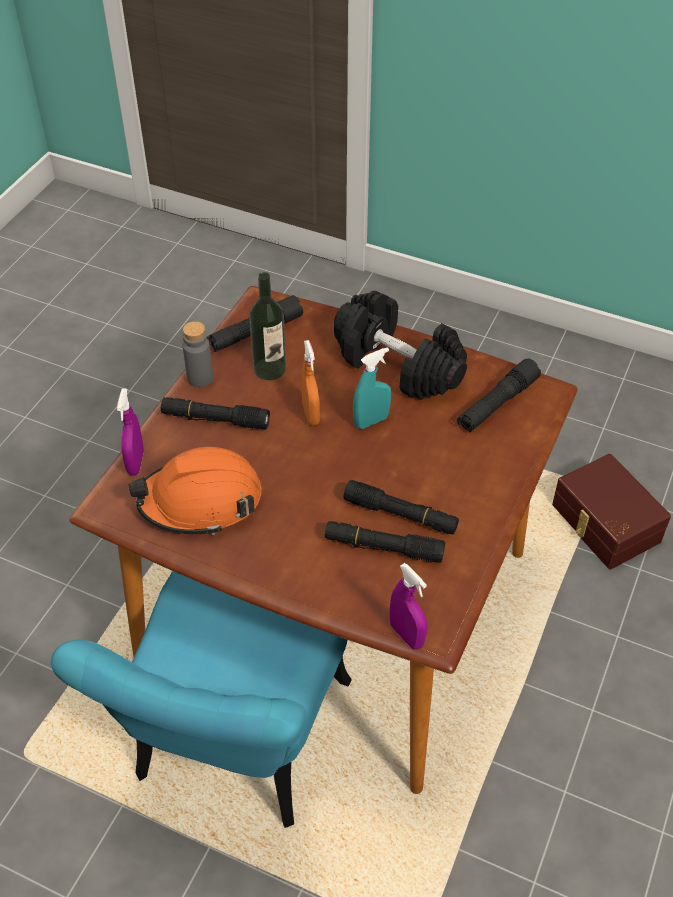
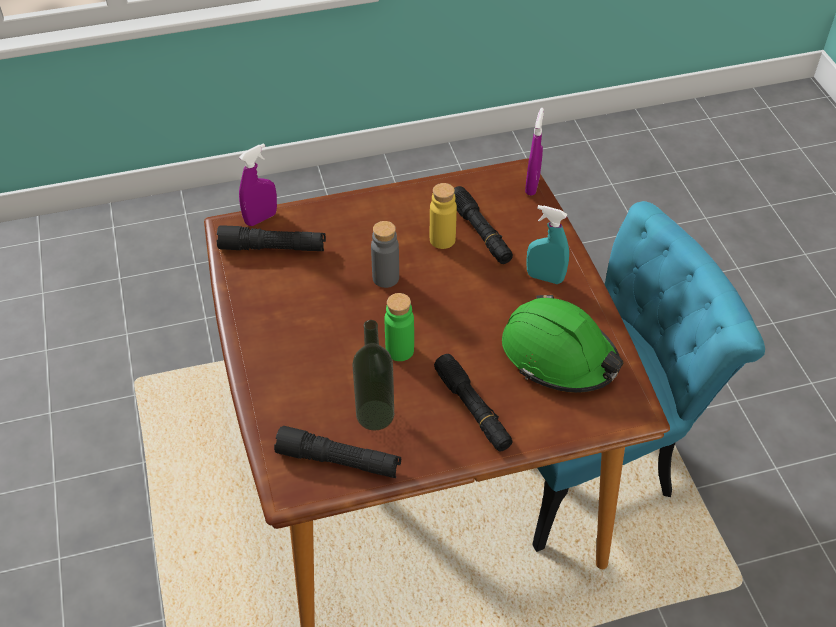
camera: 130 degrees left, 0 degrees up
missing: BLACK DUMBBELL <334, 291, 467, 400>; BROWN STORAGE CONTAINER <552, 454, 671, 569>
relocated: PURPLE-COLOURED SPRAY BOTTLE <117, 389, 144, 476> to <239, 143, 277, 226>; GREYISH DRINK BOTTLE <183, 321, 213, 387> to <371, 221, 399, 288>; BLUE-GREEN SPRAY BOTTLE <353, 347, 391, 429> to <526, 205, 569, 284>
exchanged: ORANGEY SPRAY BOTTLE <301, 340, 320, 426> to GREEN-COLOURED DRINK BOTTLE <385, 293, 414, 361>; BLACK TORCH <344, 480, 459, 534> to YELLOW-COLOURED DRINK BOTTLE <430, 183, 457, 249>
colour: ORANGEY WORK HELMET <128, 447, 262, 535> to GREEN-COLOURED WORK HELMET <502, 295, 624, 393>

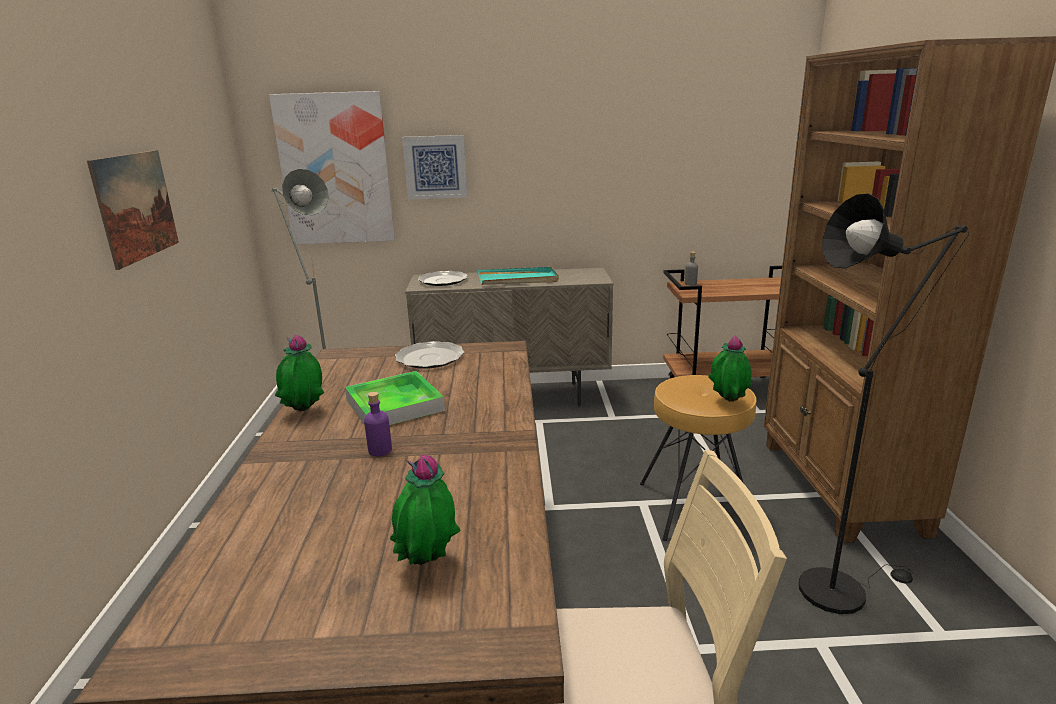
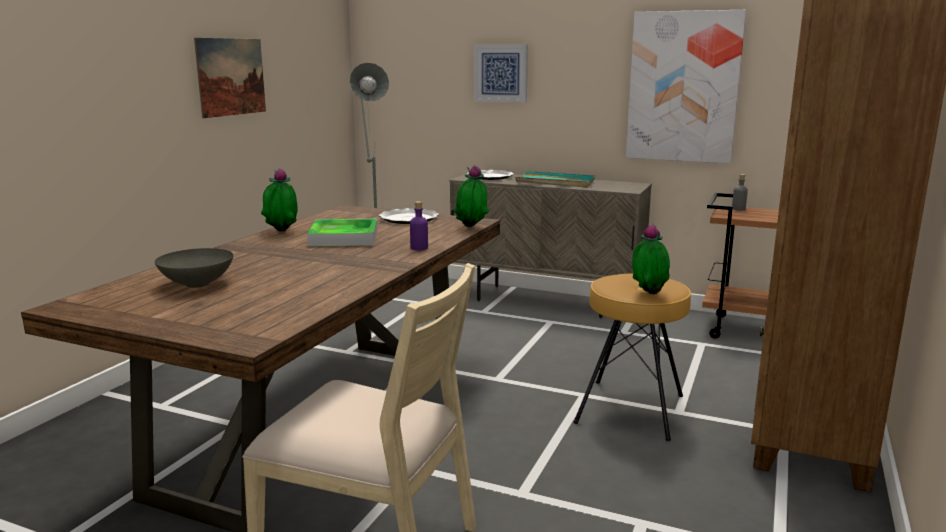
camera: 25 degrees right, 5 degrees down
missing: BLACK STANDARD LAMP <799, 193, 969, 614>
appeared: GREYISH SERVING BOWL <155, 248, 233, 288>
relocated: PICTURE <269, 91, 395, 245> to <626, 10, 746, 164>; PURPLE-COLOURED DRINK BOTTLE <364, 392, 392, 456> to <410, 201, 428, 250>; POTTED PLANT <390, 455, 460, 565> to <454, 165, 489, 227>

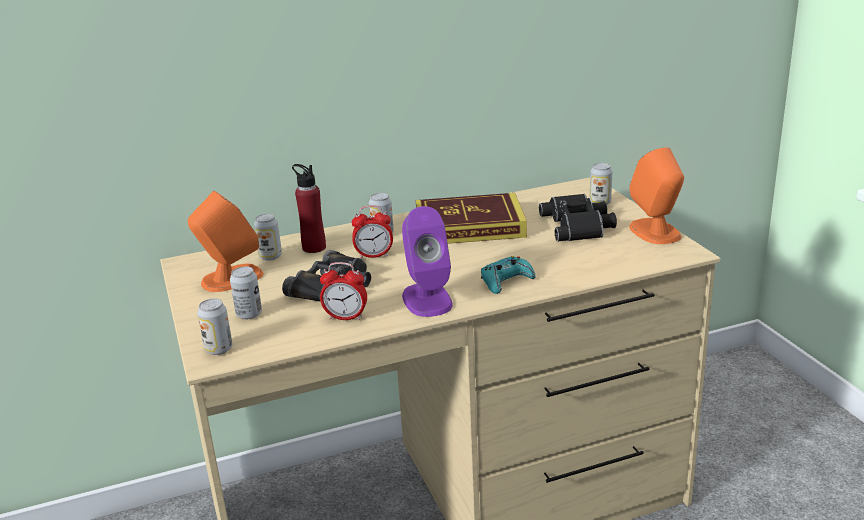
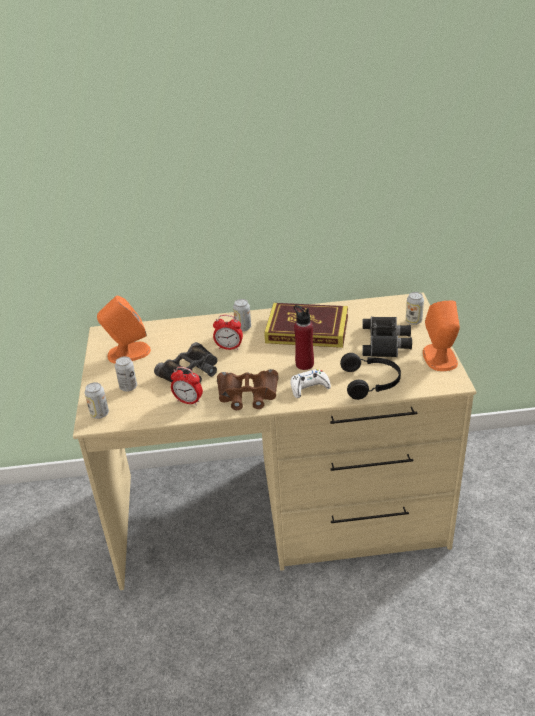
camera: 15 degrees right, 10 degrees up
missing: METAL CAN <254, 214, 282, 261>
appeared: BLACK PAIR OF HEADPHONES <340, 353, 401, 400>
relocated: REDDISH DRINK BOTTLE <292, 164, 326, 253> to <294, 305, 314, 370>
exchanged: PURPLE-COLOURED SPEAKER <402, 206, 453, 317> to BROWN BINOCULARS <217, 369, 278, 410>
colour: BLUE-GREEN GAMEPAD <481, 256, 536, 294> to WHITE-COLOURED GAMEPAD <290, 369, 331, 398>

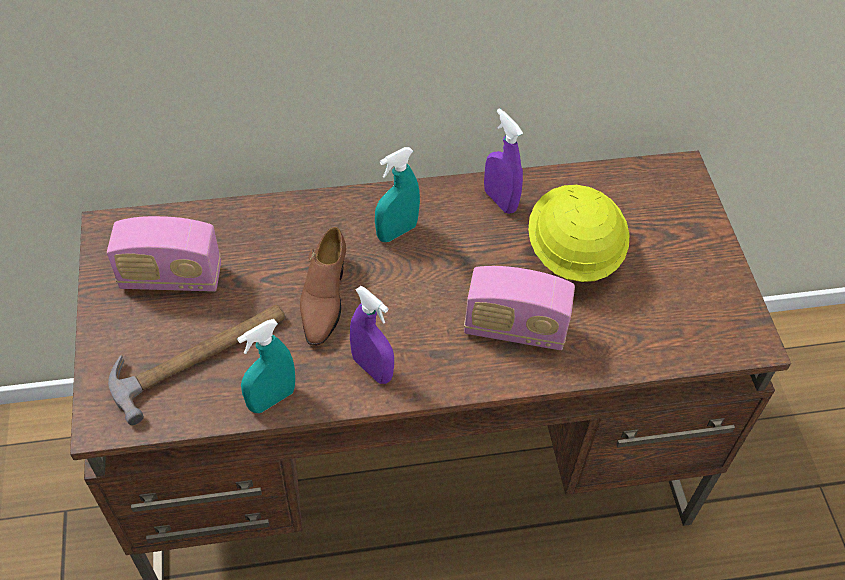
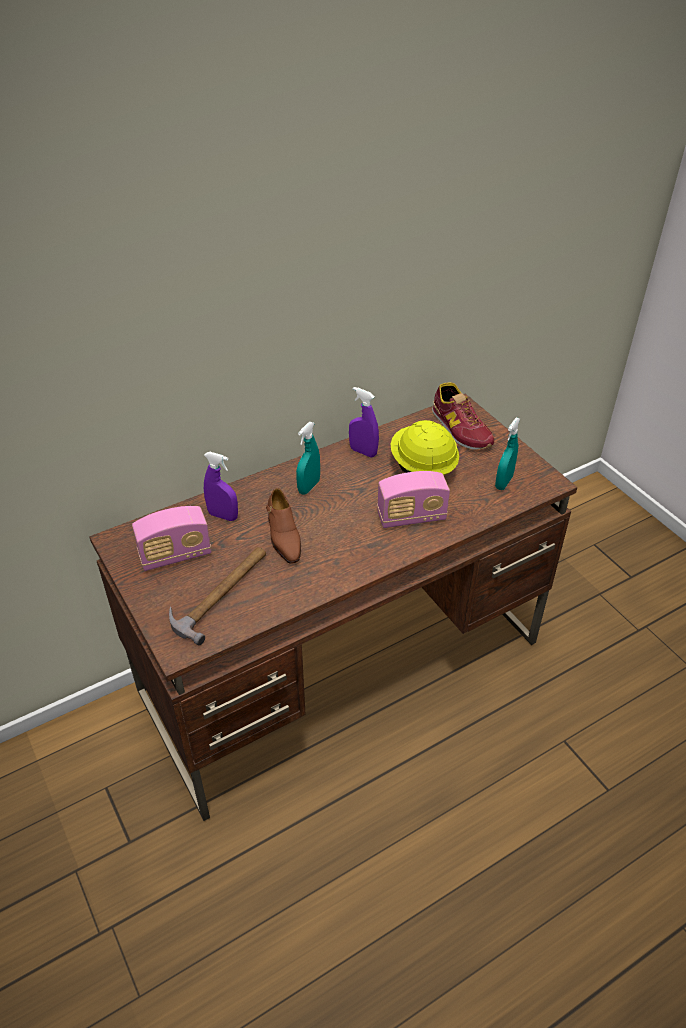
camera: 20 degrees left, 10 degrees down
appeared: SHOE <432, 382, 494, 450>
relocated: BLUE-GREEN SPRAY BOTTLE <237, 319, 295, 413> to <495, 417, 520, 490>; PURPLE-COLOURED SPRAY BOTTLE <350, 286, 394, 384> to <204, 452, 238, 521>

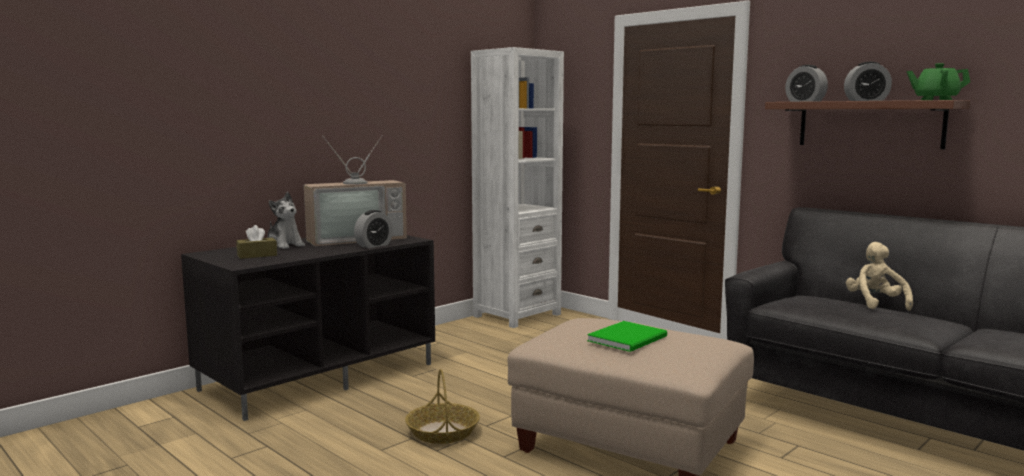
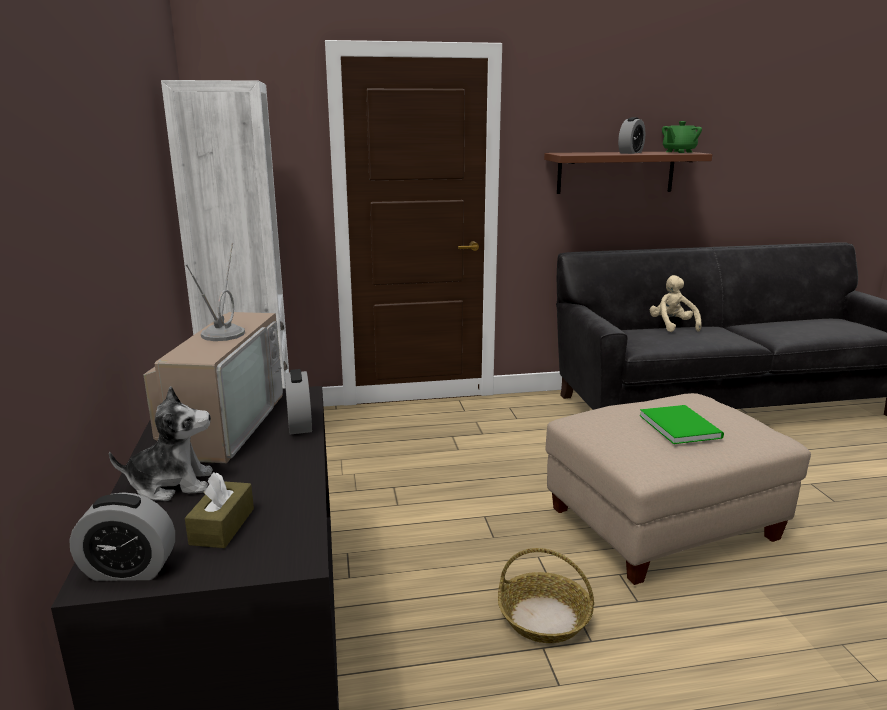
camera: 55 degrees left, 10 degrees up
relocated: TABLE CLOCK <785, 65, 828, 102> to <69, 492, 175, 581>
spun: SAND-COLOURED PLUSH TOY <846, 242, 913, 311> = <650, 275, 702, 332> 45 degrees clockwise

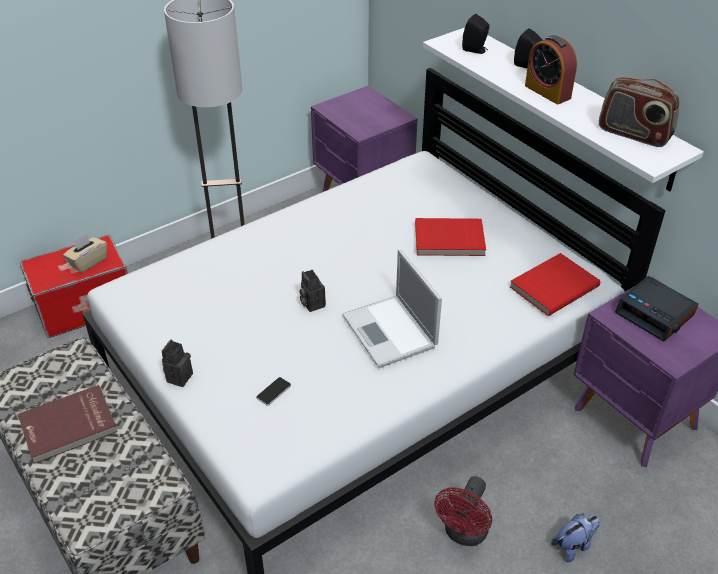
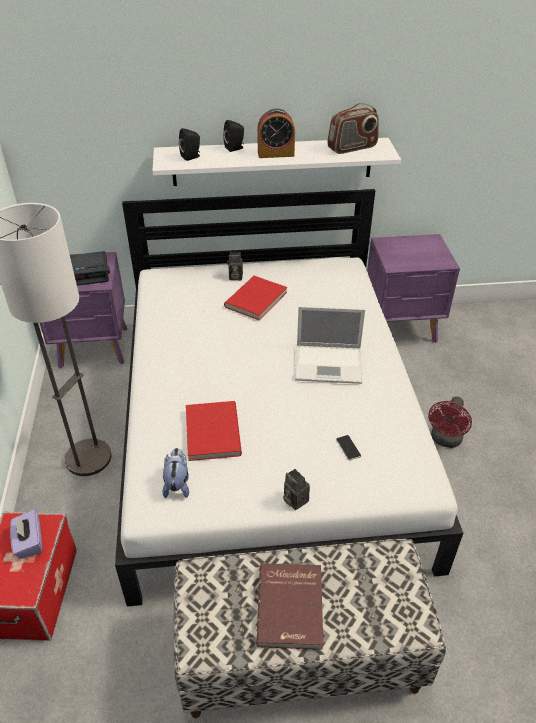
camera: 60 degrees left, 0 degrees up
relocated: PHOTO CAMERA <299, 270, 326, 312> to <227, 252, 243, 280>; REDDISH BOUND BOOK <510, 253, 600, 316> to <186, 401, 242, 461>; PLUSH TOY <551, 514, 600, 562> to <162, 448, 189, 498>; TABLE CLOCK <615, 276, 698, 342> to <70, 251, 110, 286>
colour: SAND-COLOURED BOX OF TISSUES <63, 234, 107, 273> to PURPLE-COLOURED BOX OF TISSUES <10, 509, 42, 559>
spun: REDDISH ELECTRIC FAN <434, 476, 492, 546> = <428, 396, 472, 448> 60 degrees clockwise

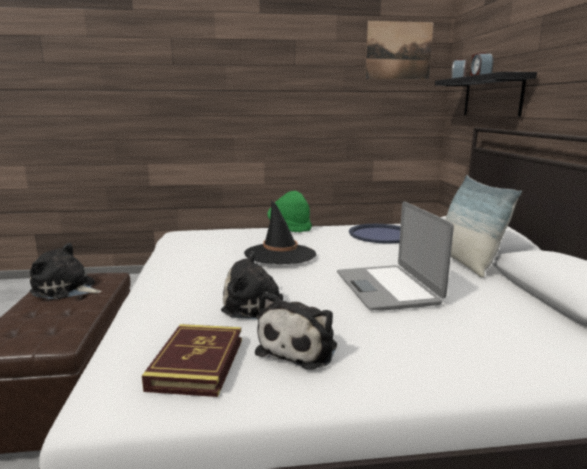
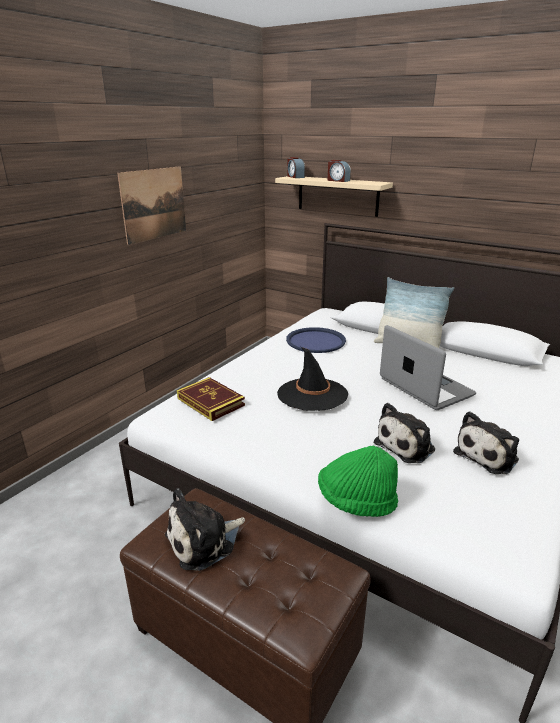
camera: 50 degrees left, 10 degrees up
relocated: BOUND BOOK <142, 324, 242, 397> to <177, 377, 245, 421>; GREEN-COLOURED HAT <268, 191, 312, 232> to <318, 446, 398, 517>; PICTURE <365, 21, 434, 80> to <117, 166, 186, 245>
colour: BLACK SHELF <435, 72, 537, 117> to SAND-COLOURED SHELF <275, 176, 393, 217>
spun: PLUSH TOY <255, 292, 337, 370> = <453, 411, 519, 474> 75 degrees clockwise; NOTEBOOK COMPUTER <337, 202, 454, 311> = <380, 325, 476, 410> 150 degrees counterclockwise

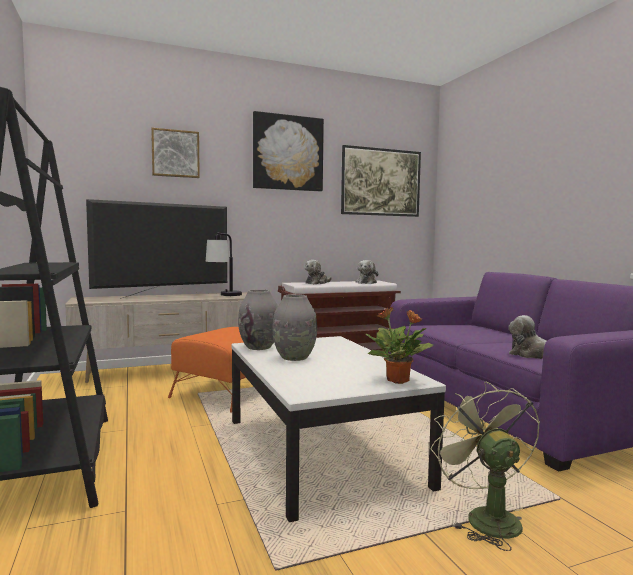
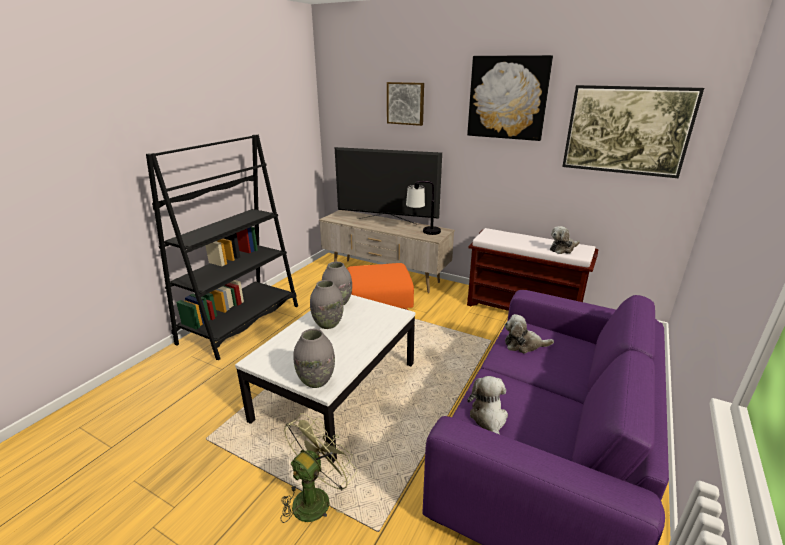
camera: 50 degrees right, 20 degrees up
relocated: PLUSH TOY <305, 260, 332, 284> to <504, 314, 554, 353>
exchanged: POTTED PLANT <366, 307, 433, 384> to GREYISH VASE <294, 329, 335, 388>

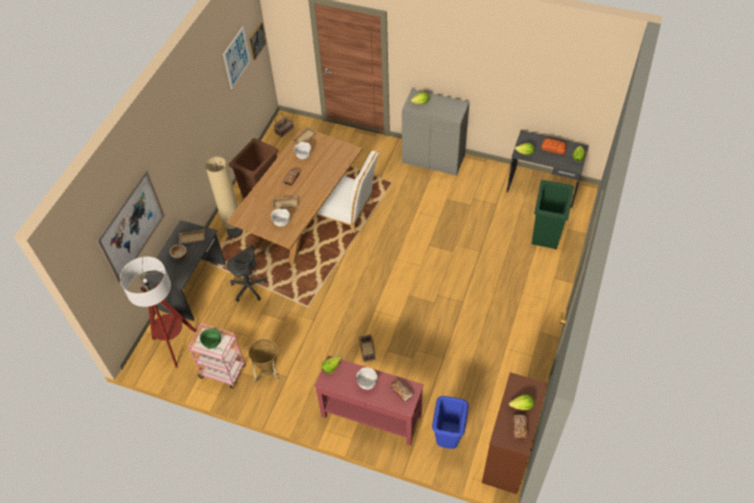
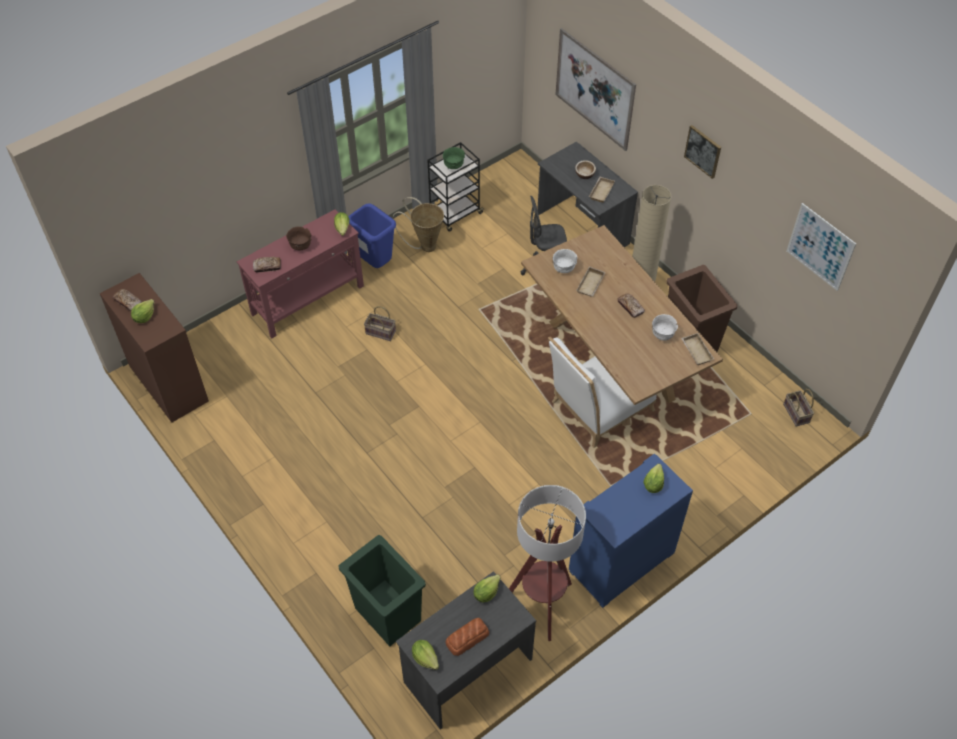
camera: 120 degrees right, 0 degrees up
relocated: STANDARD LAMP <120, 256, 197, 368> to <509, 485, 586, 641>; PICTURE <249, 22, 266, 60> to <684, 125, 721, 179>; BLUISH RUBBISH BIN <432, 396, 469, 449> to <348, 203, 396, 268>
colour: PINK WHEELED CART <188, 323, 246, 389> to BLACK WHEELED CART <427, 142, 485, 232>; WHITE-COLOURED SERVING BOWL <356, 367, 377, 390> to BROWN SERVING BOWL <286, 227, 312, 250>; GREYISH CUPBOARD <402, 89, 469, 176> to BLUISH CUPBOARD <569, 454, 693, 608>

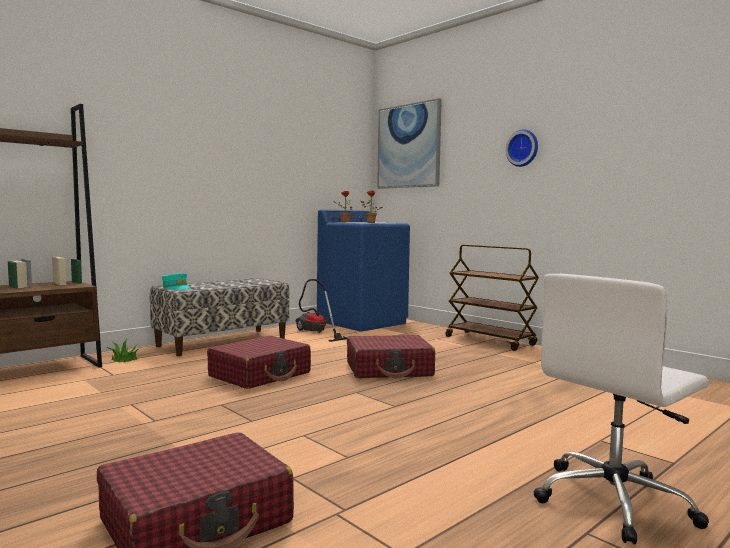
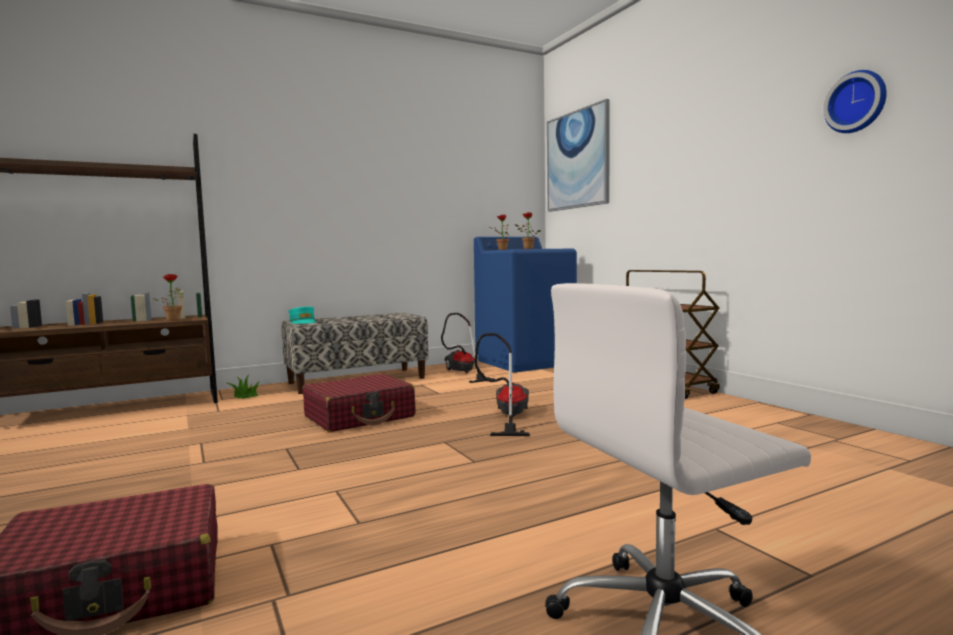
camera: 15 degrees right, 0 degrees up
appeared: POTTED PLANT <153, 274, 184, 321>
relocated: HANGING CLOCK <505, 129, 538, 167> to <823, 70, 887, 133>
exchanged: REDDISH TRAVEL CASE <347, 335, 435, 378> to HOOVER <474, 333, 530, 436>

